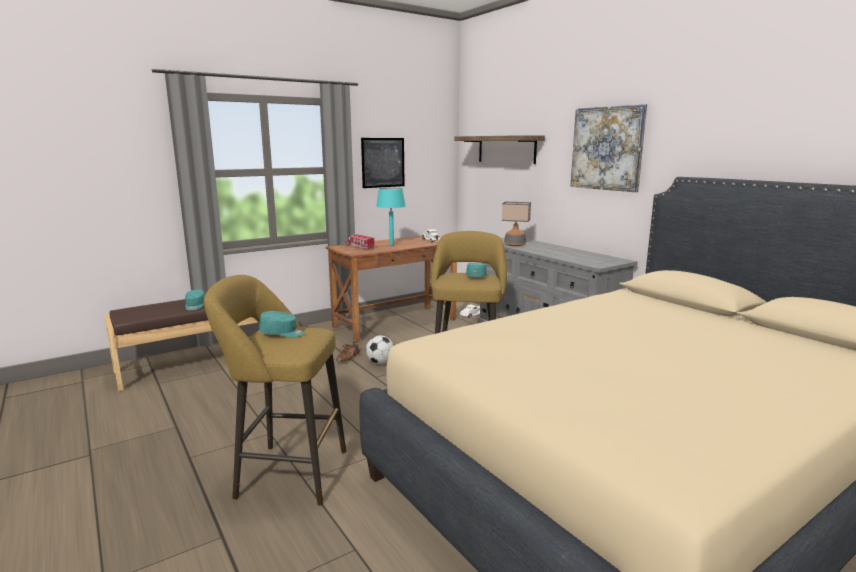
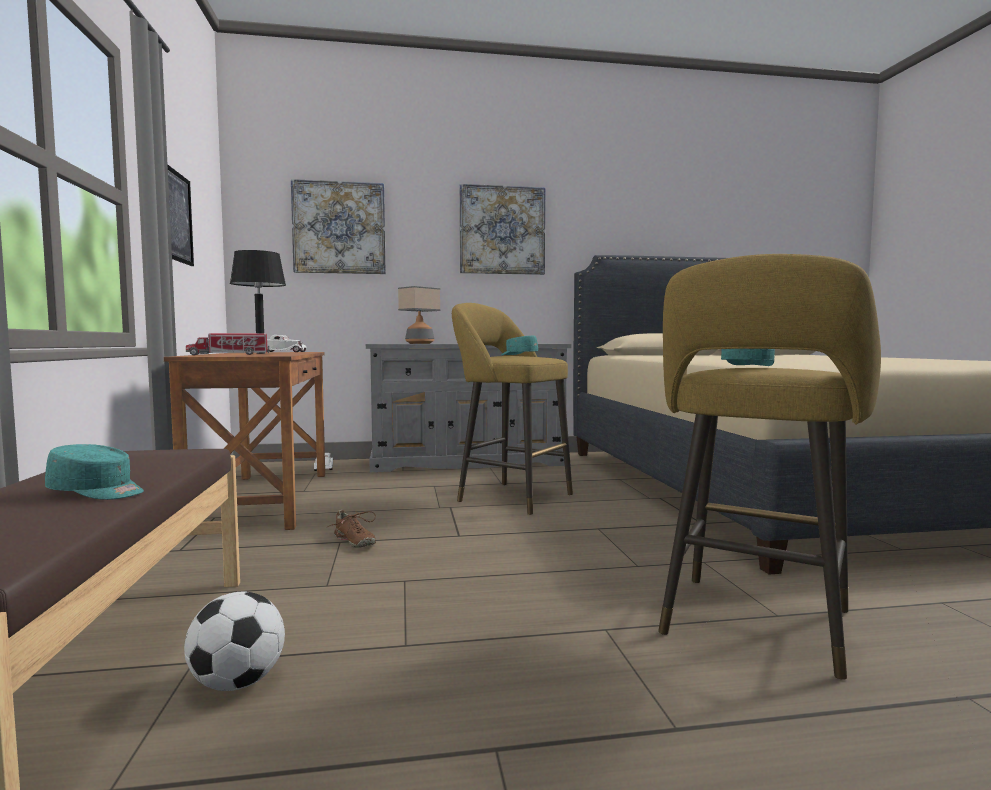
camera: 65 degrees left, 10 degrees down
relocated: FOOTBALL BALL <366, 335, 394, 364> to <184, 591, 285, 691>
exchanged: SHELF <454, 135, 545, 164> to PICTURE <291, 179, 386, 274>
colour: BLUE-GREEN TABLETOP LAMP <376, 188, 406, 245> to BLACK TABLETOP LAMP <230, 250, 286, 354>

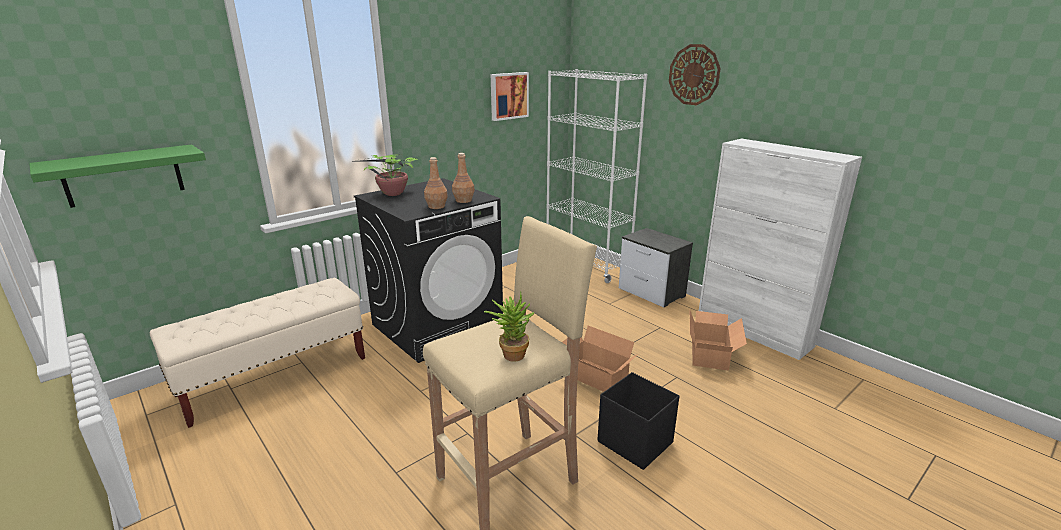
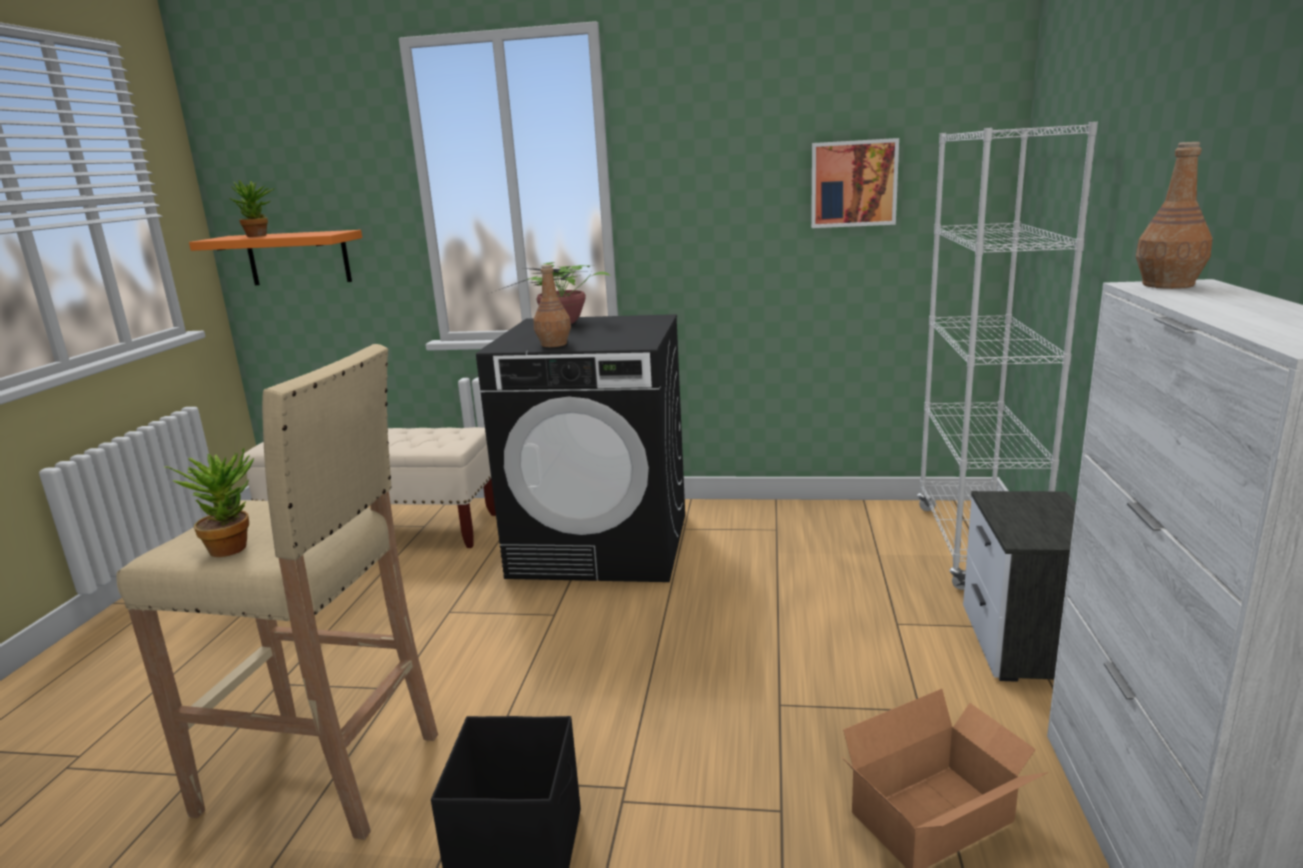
camera: 50 degrees right, 5 degrees down
missing: PACKING BOX <562, 326, 638, 392>; HANGING CLOCK <669, 44, 721, 105>
appeared: POTTED PLANT <230, 180, 274, 237>
relocated: BROWN DRINK BOTTLE <452, 153, 475, 203> to <1136, 142, 1213, 289>
colour: GREEN-COLOURED SHELF <29, 145, 206, 208> to ORANGEY SHELF <189, 230, 362, 285>

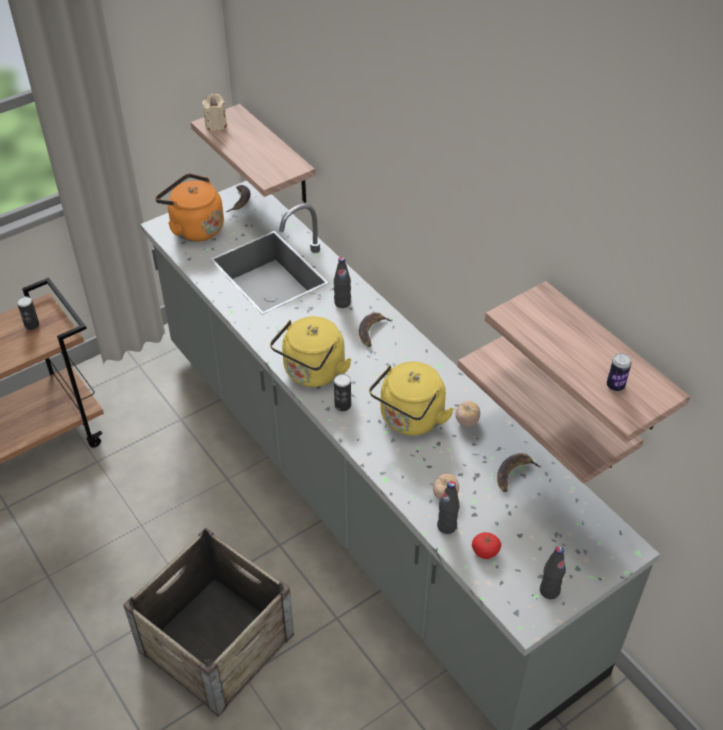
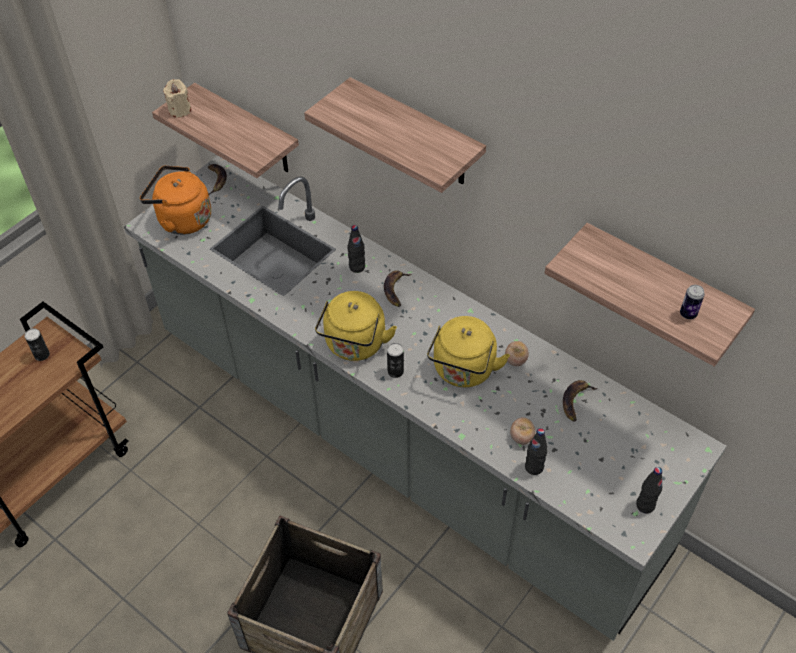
camera: 15 degrees left, 5 degrees up
missing: FRESH TOMATO <472, 532, 501, 559>
relocated: SHELF <457, 336, 644, 484> to <304, 77, 486, 193>

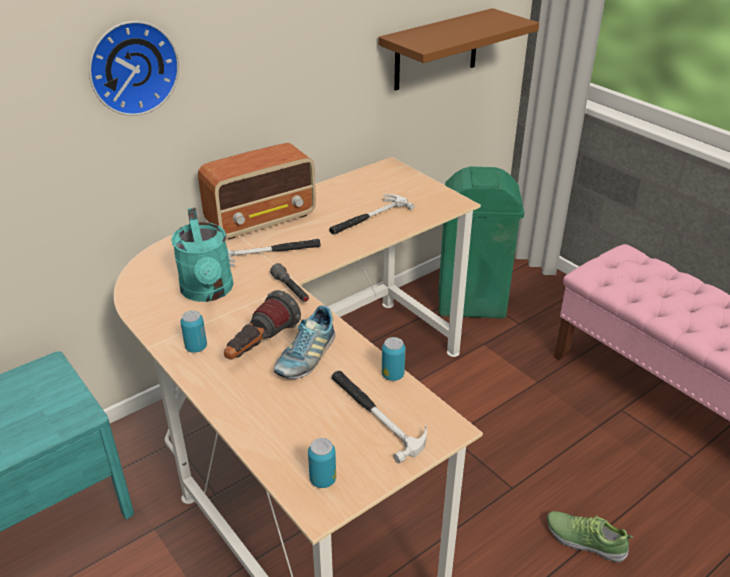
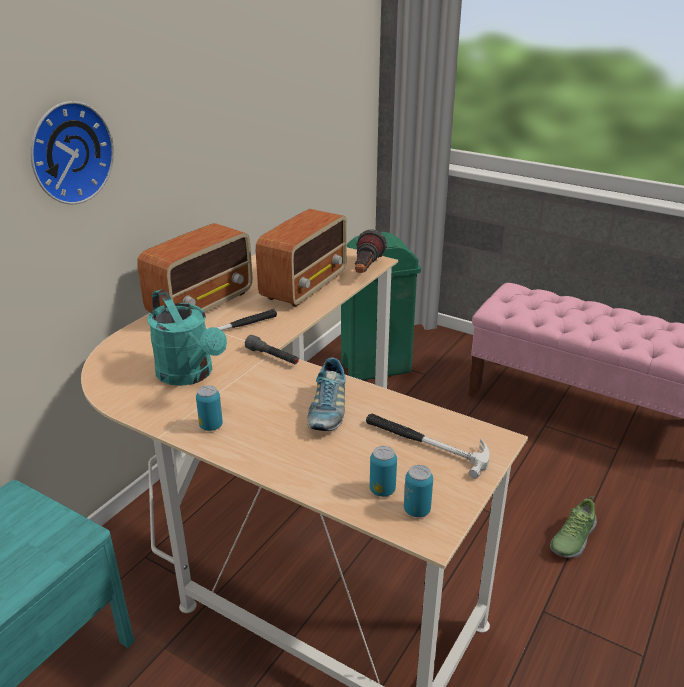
camera: 20 degrees left, 5 degrees down
missing: BROWN SHELF <378, 8, 539, 91>
relocated: TORCH <224, 290, 301, 360> to <355, 229, 387, 273>; METAL CAN <382, 337, 405, 381> to <370, 446, 397, 497>
exchanged: HAMMER <329, 194, 415, 234> to RADIO RECEIVER <256, 209, 347, 307>
spun: SHOE <547, 511, 633, 562> = <550, 496, 597, 558> 60 degrees counterclockwise

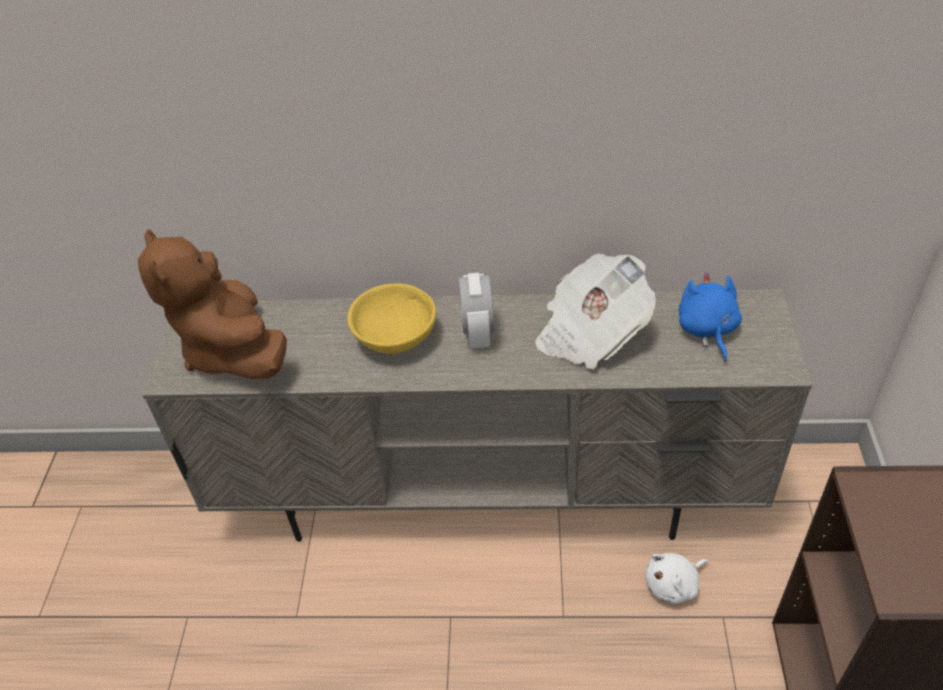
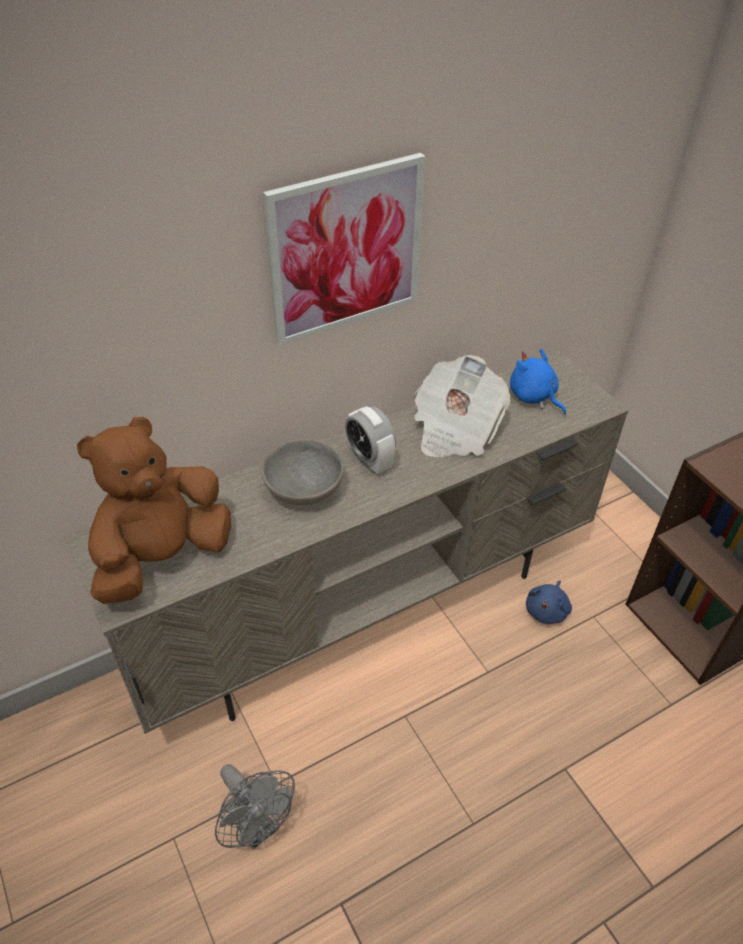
camera: 35 degrees left, 0 degrees up
appeared: GREYISH ELECTRIC FAN <215, 764, 295, 849>; PICTURE <263, 153, 425, 345>
colour: YELLOW-COLOURED SERVING BOWL <348, 284, 436, 354> to GREYISH SERVING BOWL <261, 439, 344, 506>; WHITE-COLOURED PLUSH TOY <645, 553, 709, 604> to BLUISH PLUSH TOY <526, 581, 572, 624>
spun: BROWN PLUSH TOY <138, 229, 287, 379> = <77, 417, 231, 604> 105 degrees clockwise

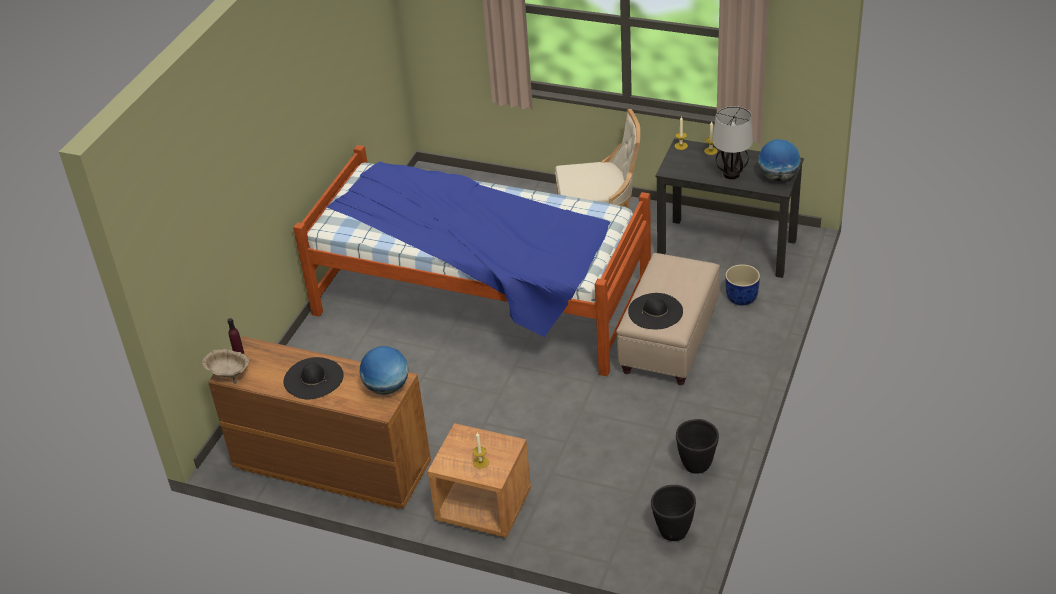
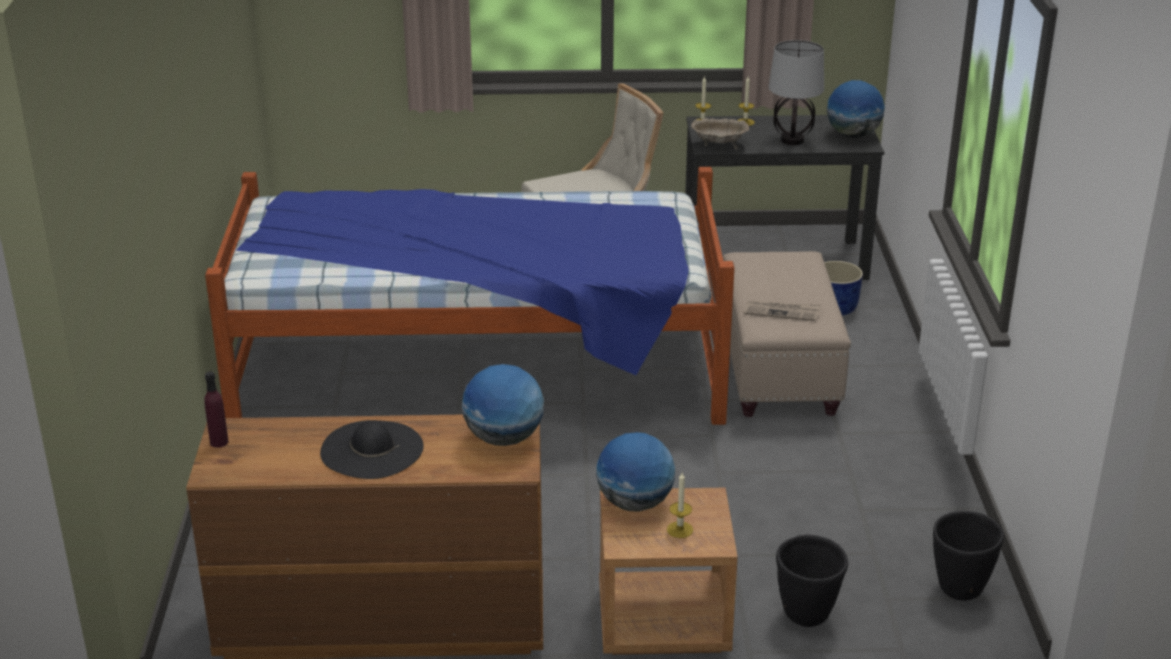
camera: 25 degrees left, 10 degrees down
appeared: DESK GLOBE <596, 432, 675, 512>
relocated: SAND-COLOURED SERVING BOWL <202, 349, 249, 384> to <691, 118, 749, 150>; BLACK FLOWER POT <676, 419, 719, 474> to <776, 535, 848, 627>
exchanged: BLACK HAT <628, 293, 683, 329> to PRINTED PAPER <744, 299, 821, 321>

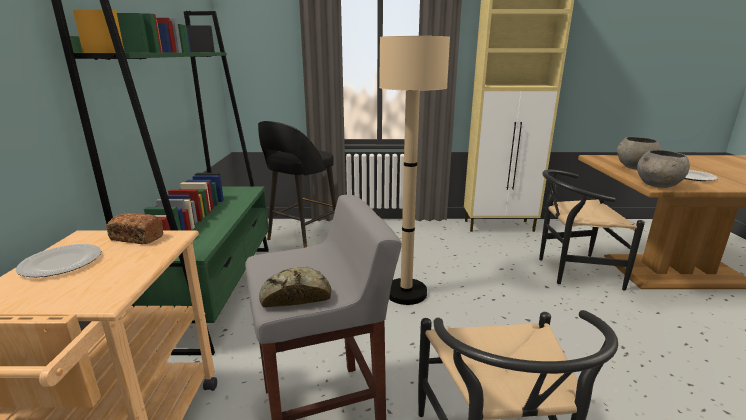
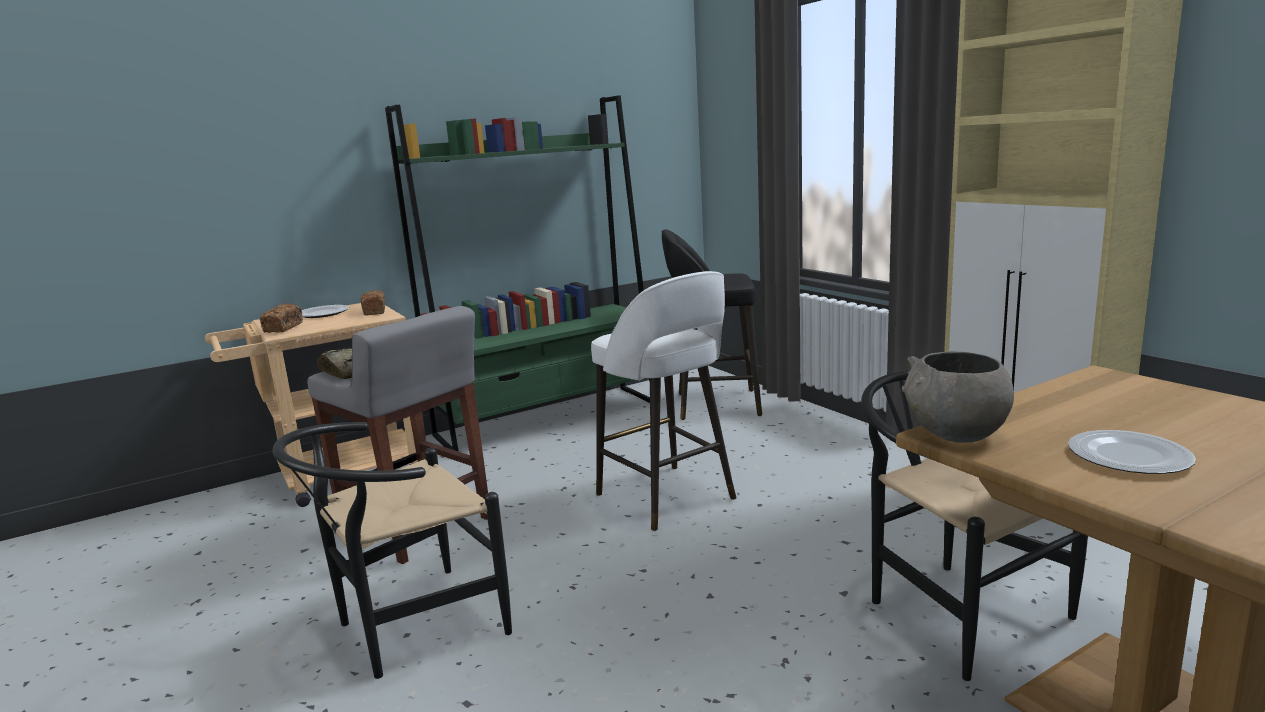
camera: 60 degrees right, 5 degrees down
missing: GREYISH SERVING BOWL <617, 137, 661, 170>
appeared: BAKERY BREAD <260, 303, 303, 333>
exchanged: SAND-COLOURED STANDARD LAMP <379, 36, 450, 305> to WHITE-COLOURED STOOL <591, 271, 736, 531>

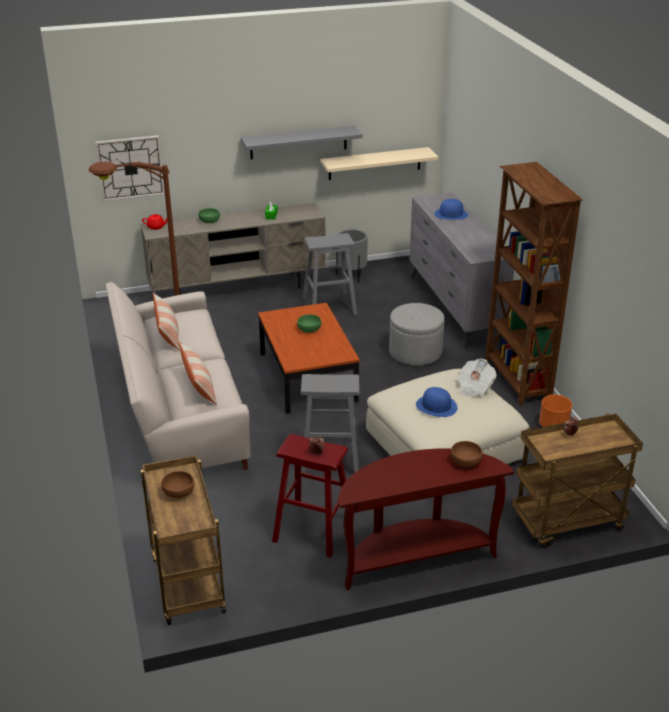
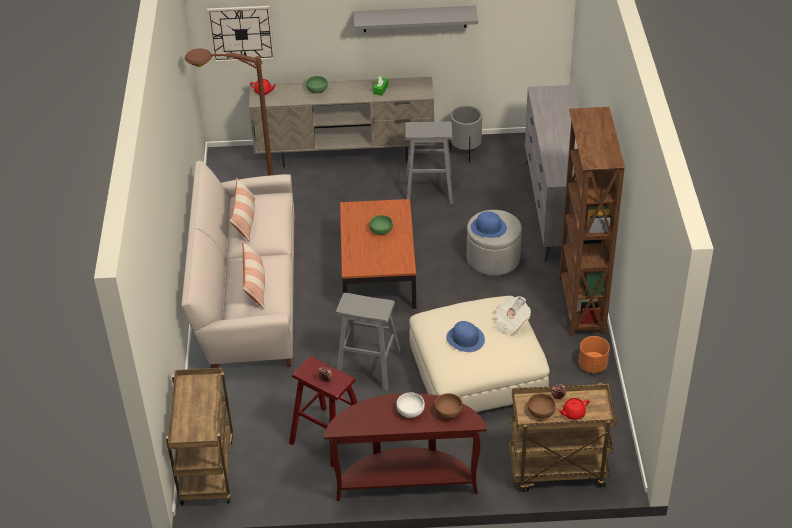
camera: 15 degrees right, 10 degrees up
missing: SAND-COLOURED SHELF <320, 147, 438, 180>
appeared: WHITE-COLOURED SERVING BOWL <396, 392, 425, 418>; REDDISH POT FOR TEA <558, 398, 590, 420>
relocated: BROWN SERVING BOWL <161, 471, 194, 499> to <527, 393, 556, 419>; BLUISH HAT <434, 199, 468, 220> to <471, 212, 507, 238>

